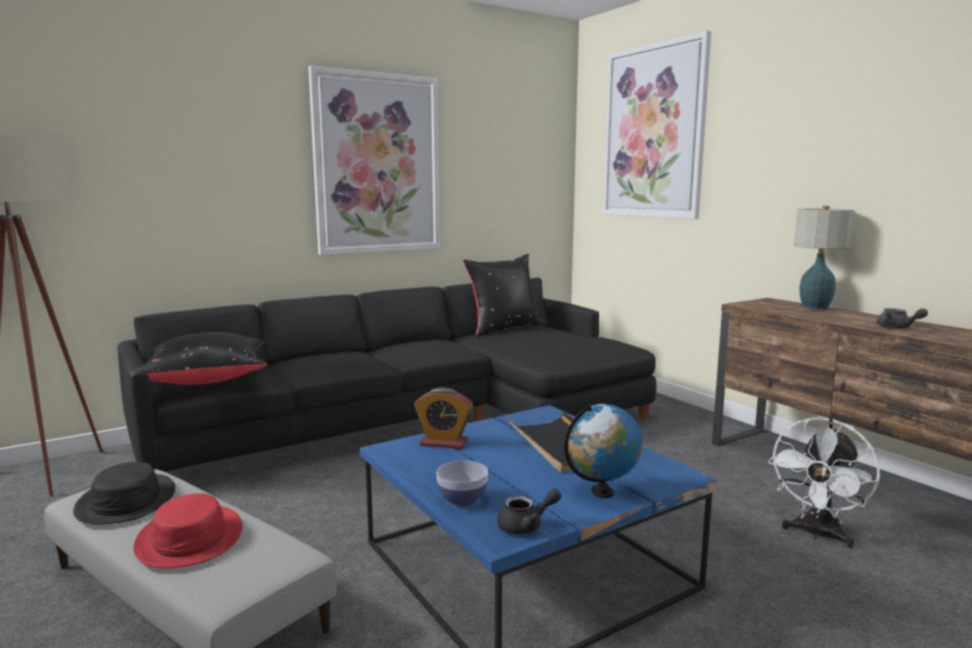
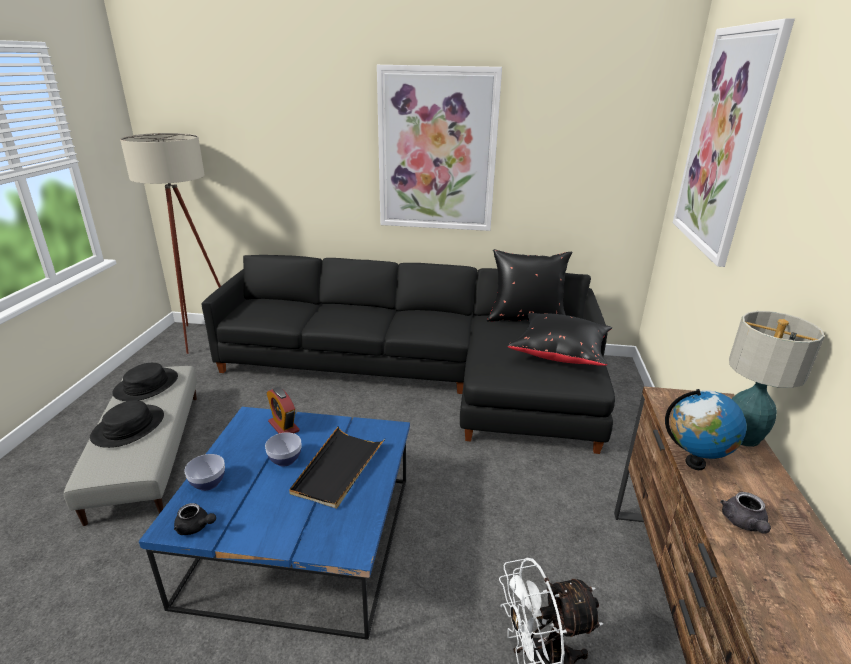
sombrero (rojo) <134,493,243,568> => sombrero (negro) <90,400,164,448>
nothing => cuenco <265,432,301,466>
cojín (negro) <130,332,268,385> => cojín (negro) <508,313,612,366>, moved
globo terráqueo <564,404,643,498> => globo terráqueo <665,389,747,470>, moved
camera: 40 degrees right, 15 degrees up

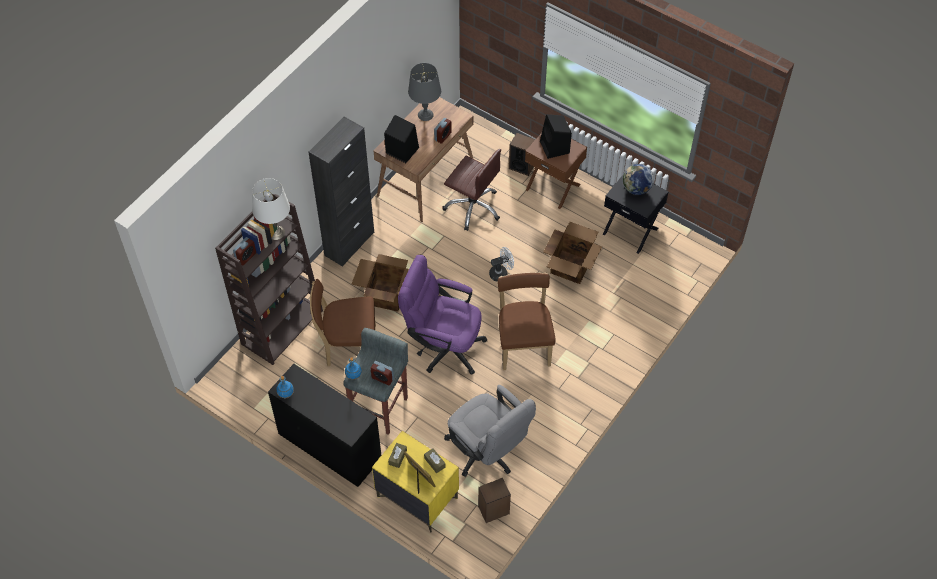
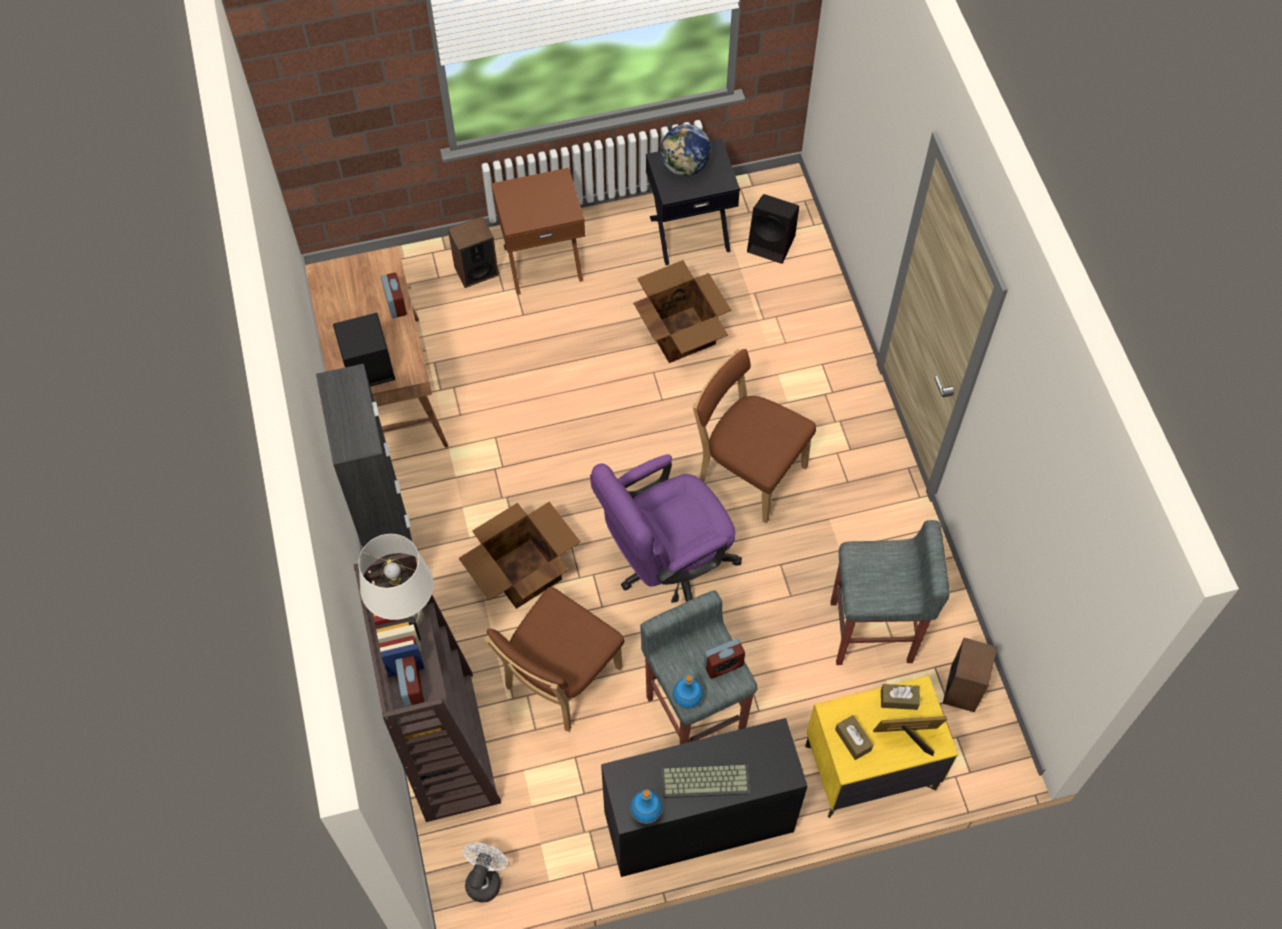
ventilador (blanco) <489,247,514,282> => ventilador (blanco) <463,843,508,903>, moved
nothing => teclado <662,764,750,798>
altavoz (negro) <540,114,572,159> => altavoz (negro) <747,194,799,264>, moved
silla de oficina (gris) <444,385,536,477> => taburete (gris) <830,520,950,665>
lámpara de mesa (gris) <408,63,441,121> => nothing
silla de oficina (marrón) <442,149,501,231> => nothing
camera: 50 degrees left, 5 degrees up

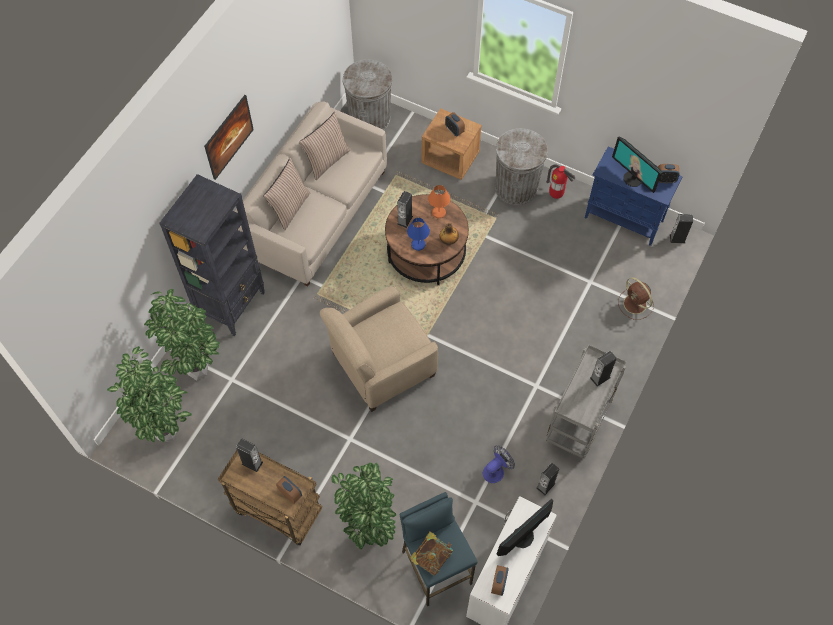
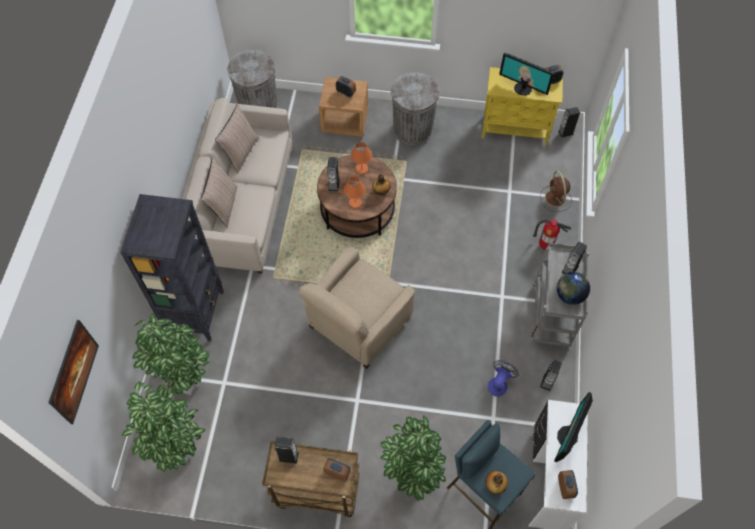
cuadro <204,95,254,180> => cuadro <48,320,99,424>, moved
lámpara de mesa (azul) <407,218,430,251> => lámpara de mesa (naranja) <344,177,366,209>
armario (azul) <585,146,683,246> => armario (amarillo) <482,67,563,145>
libro <410,531,453,576> => botella <485,470,508,494>
extintor <546,164,575,199> => extintor <533,219,571,250>, moved
ventilador (marrón) <618,277,654,320> => ventilador (marrón) <540,171,572,212>, 45 degrees clockwise
nothing => globo terráqueo <557,272,590,305>
camera: 20 degrees left, 0 degrees up

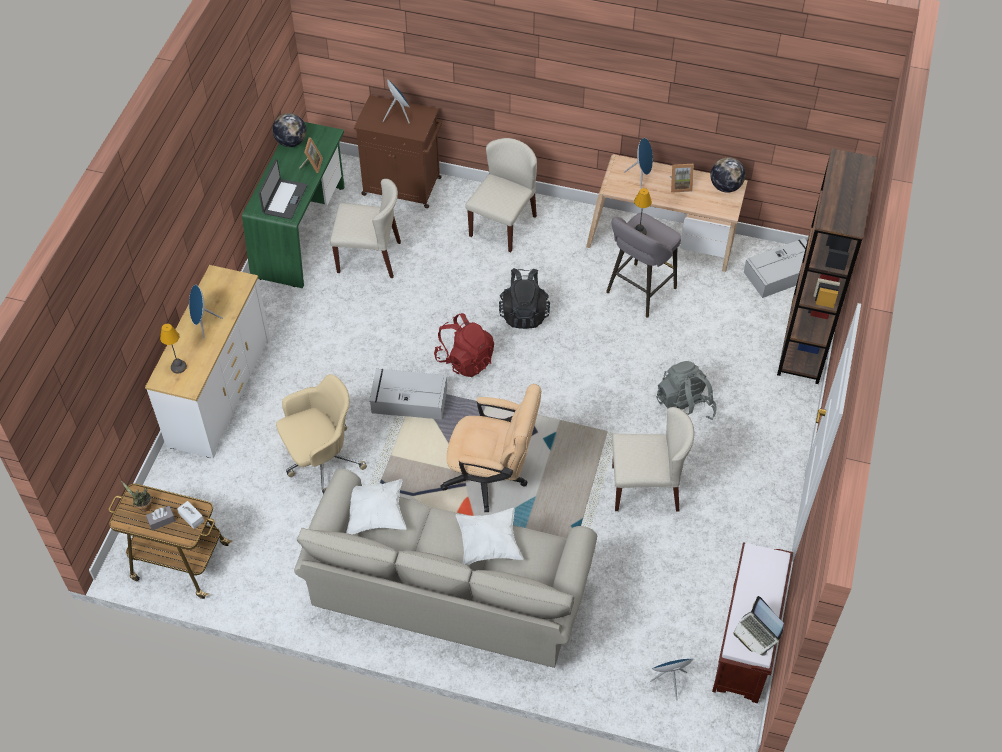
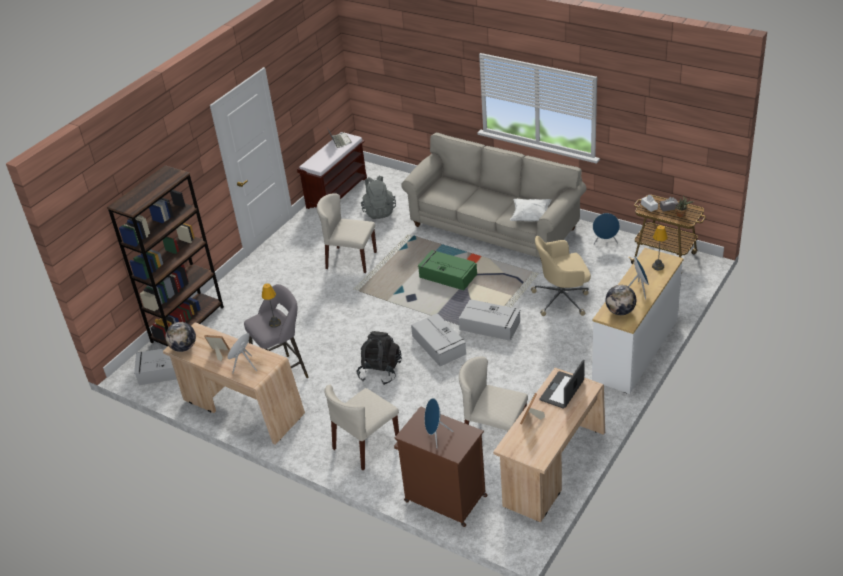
mochila (gris) <657,361,717,420> => mochila (gris) <361,175,396,219>, moved
mochila (rojo) <434,313,494,377> => caja de almacenaje (gris) <411,314,466,366>
silla de oficina (beis) <440,384,541,512> => caja de almacenaje (verde) <418,250,477,290>
escritorio (verde) <242,122,345,288> => escritorio (beis) <493,368,605,522>
altavoz (azul) <650,659,693,701> => altavoz (azul) <593,213,620,244>, moved
globo terráqueo <272,113,306,147> => globo terráqueo <605,285,636,315>, moved
cojín (blanco) <456,508,524,565> => nothing
camera: 160 degrees left, 15 degrees down

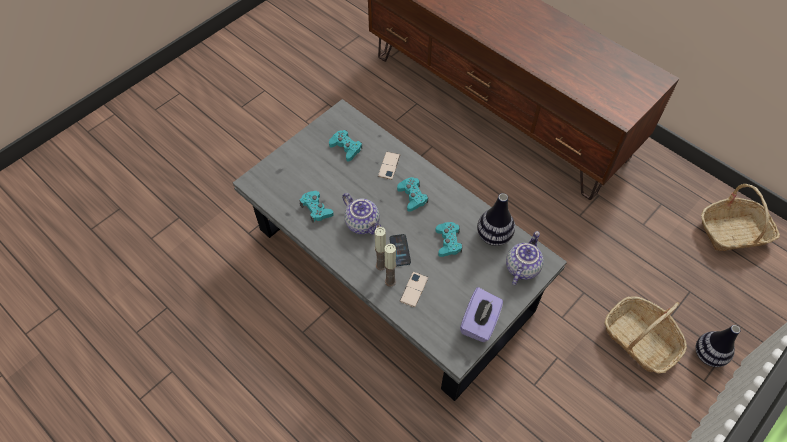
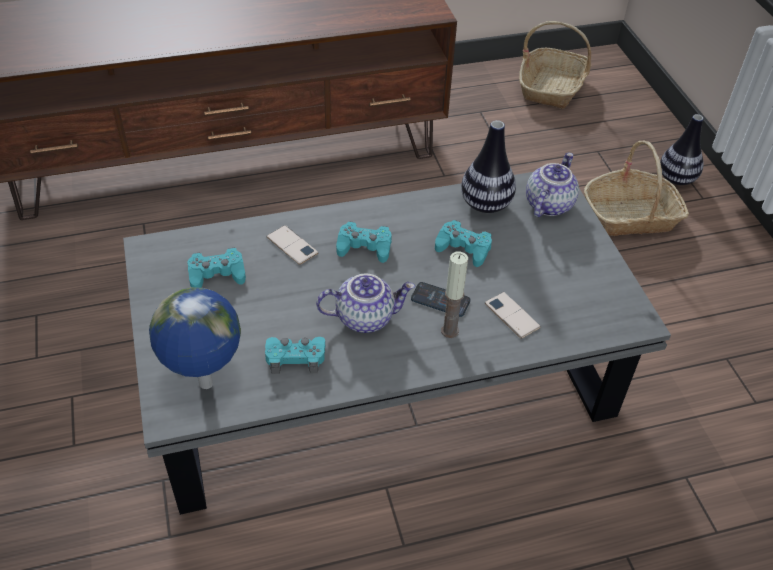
nothing => globo terráqueo <149,287,241,389>
tetera <506,231,544,285> => tetera <526,153,579,217>, 60 degrees clockwise
vela <384,244,396,287> => nothing
caja de pañuelos (morado) <460,287,503,342> => nothing
camera: 60 degrees left, 10 degrees down

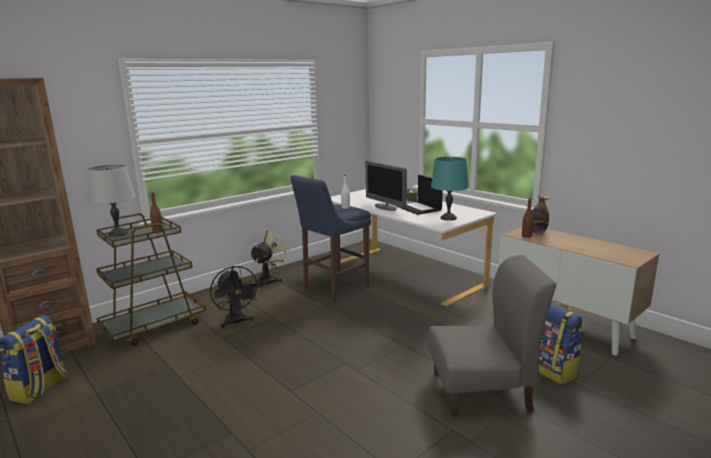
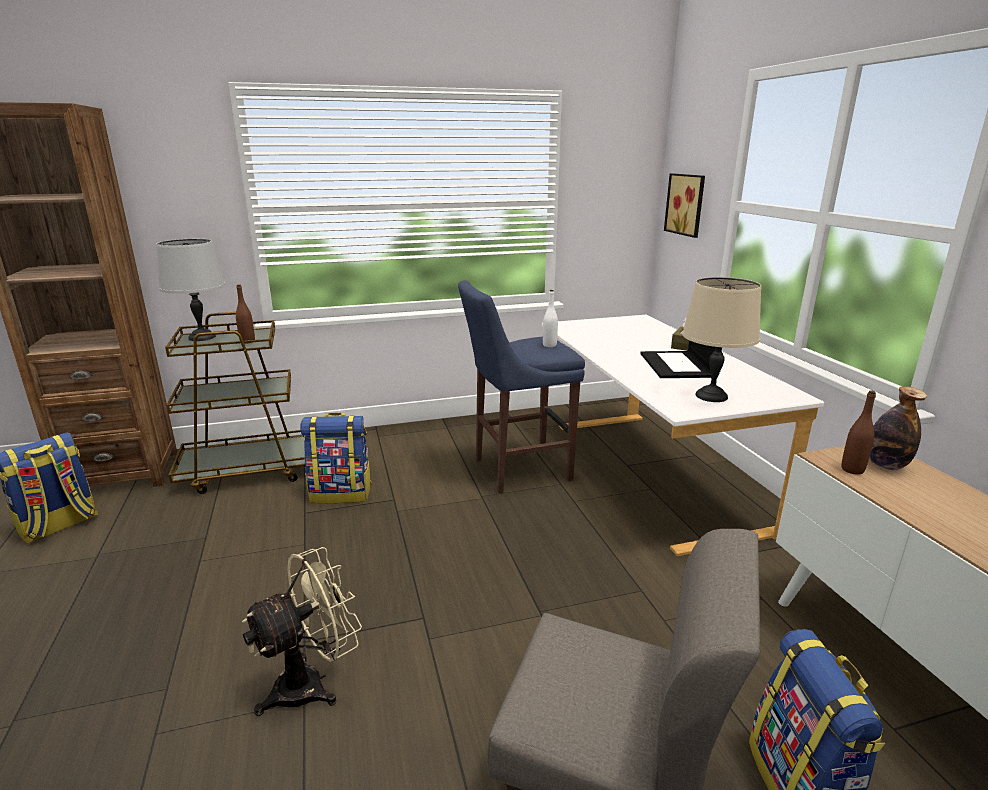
ventilador (beis) <250,228,290,288> => ventilador (beis) <242,547,362,716>, moved
ventilador (negro) <210,266,260,328> => mochila <300,413,372,503>
nothing => cuadro <664,173,705,238>
lámpara de mesa (turquesa) <431,157,469,221> => lámpara de mesa (beis) <682,277,761,402>
monitor <365,161,407,211> => nothing
camera: 25 degrees right, 5 degrees up

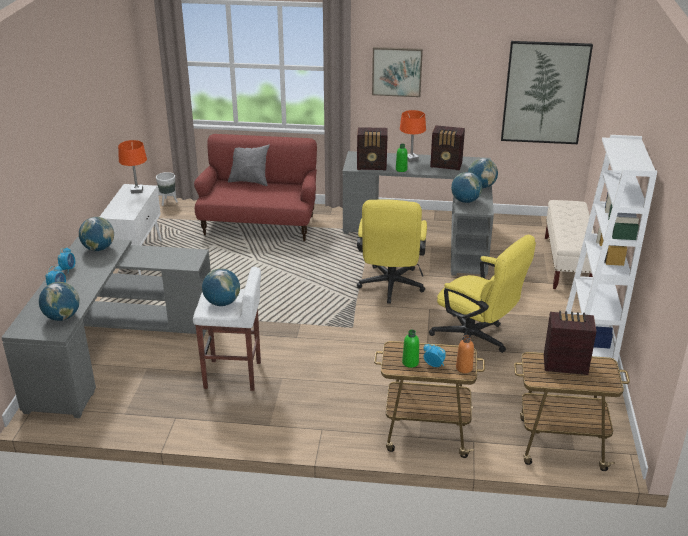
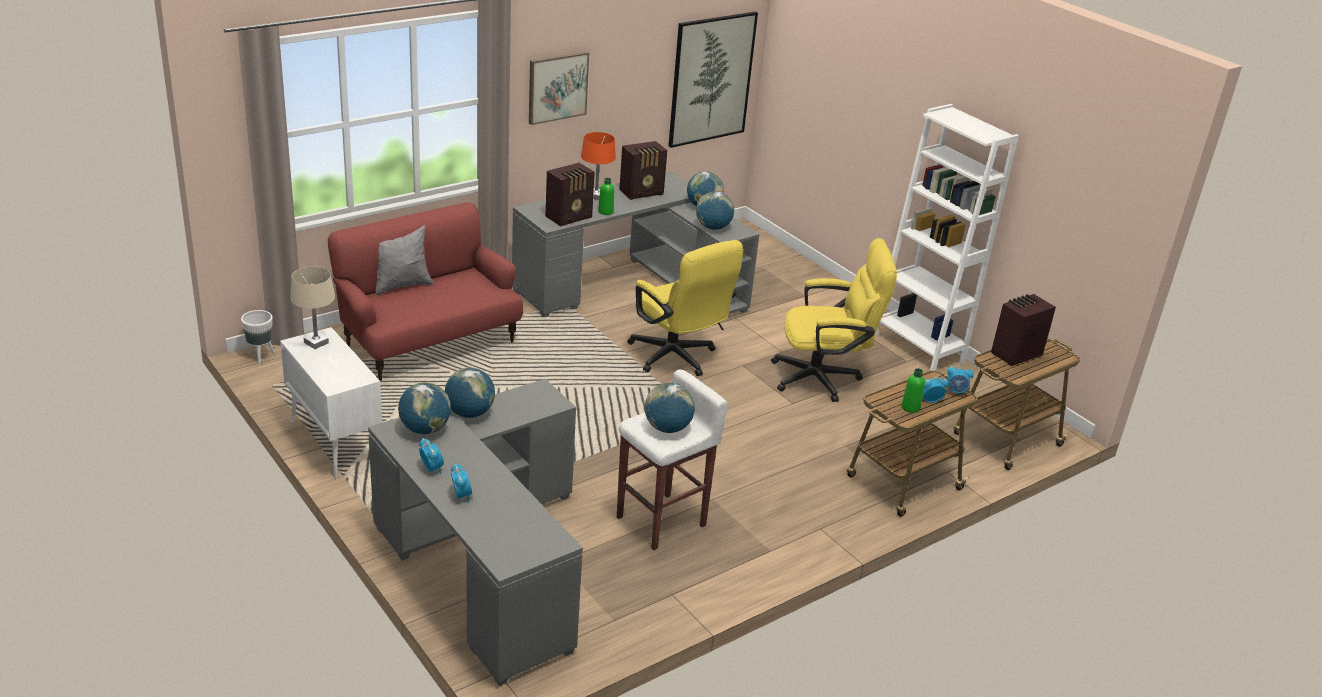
lámpara de mesa (naranja) <118,140,147,194> => lámpara de mesa (beis) <290,266,335,349>
globo terráqueo <39,282,80,321> => globo terráqueo <445,368,495,418>, moved
botella (naranja) <456,335,474,373> => despertador <946,364,974,396>
banco (beis) <545,200,594,289> => nothing
camera: 45 degrees left, 0 degrees up

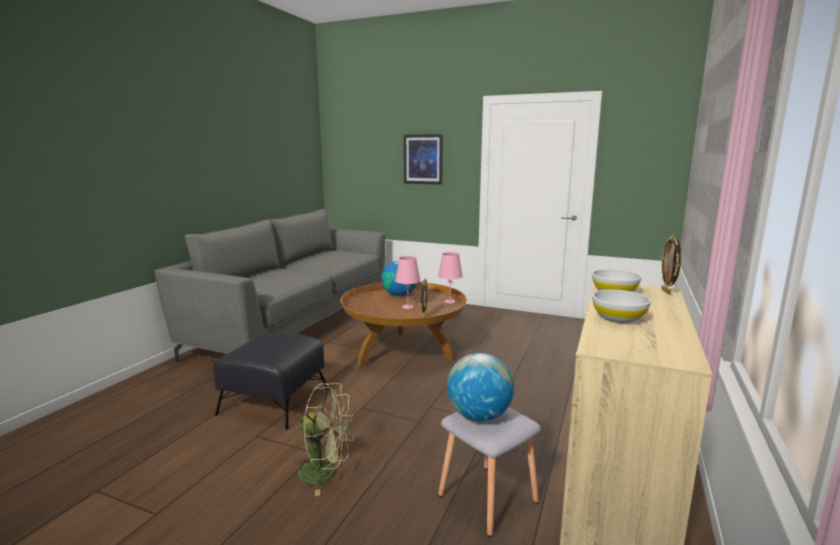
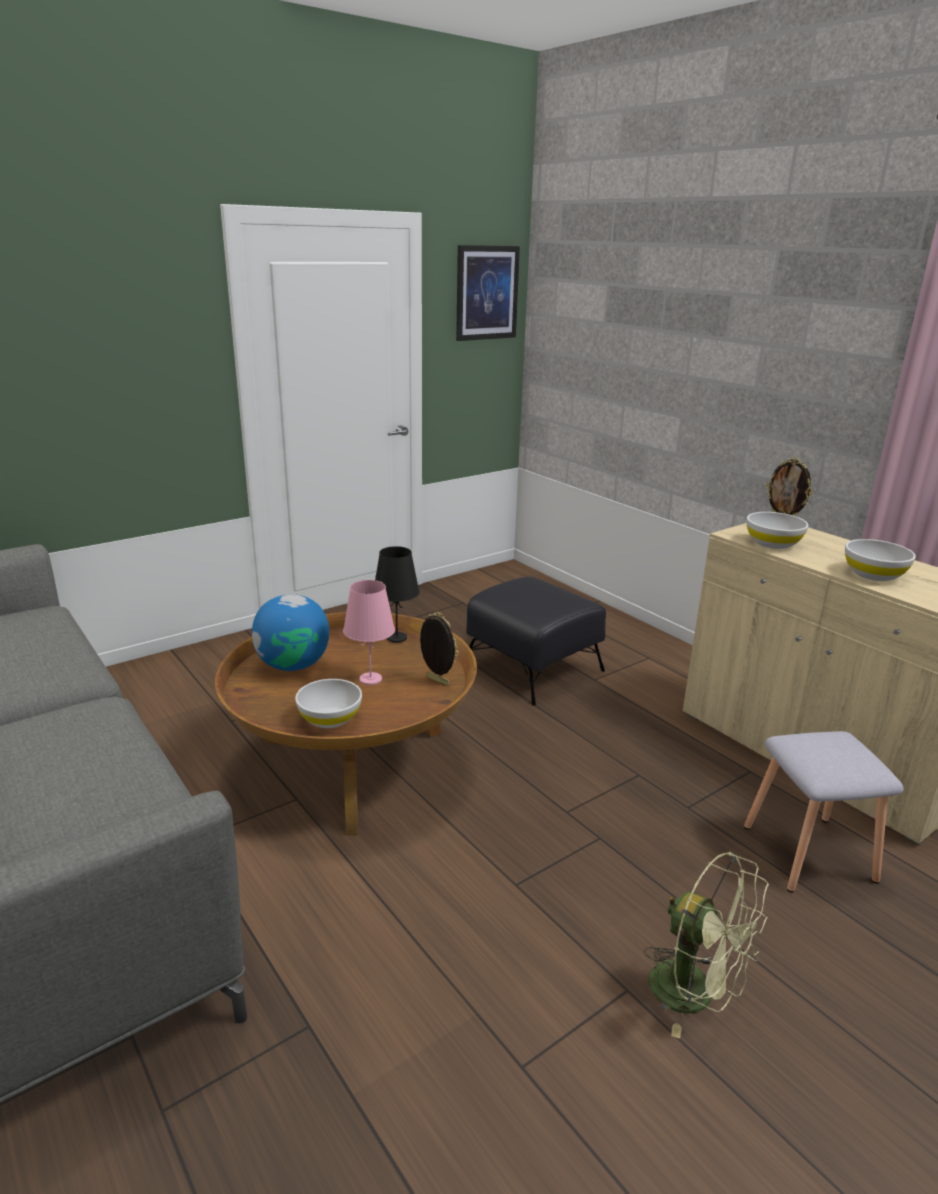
nothing => cuenco (blanco) <295,679,362,728>
lámpara de mesa (rosa) <438,252,463,304> => lámpara de mesa (negro) <375,546,420,643>
cuadro <404,134,443,185> => cuadro <456,245,520,341>, moved
puf (negro) <214,332,328,430> => puf (negro) <466,577,606,706>, moved
ventilador (verde) <294,383,354,496> => ventilador (verde) <644,852,769,1038>, 90 degrees clockwise
globo terráqueo <447,353,514,421> => nothing
camera: 60 degrees left, 10 degrees up

